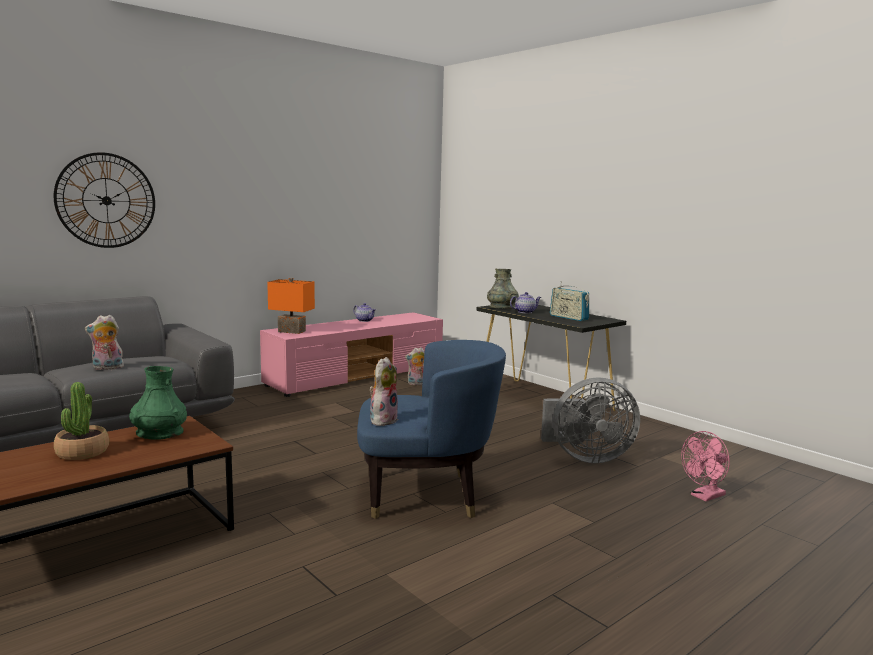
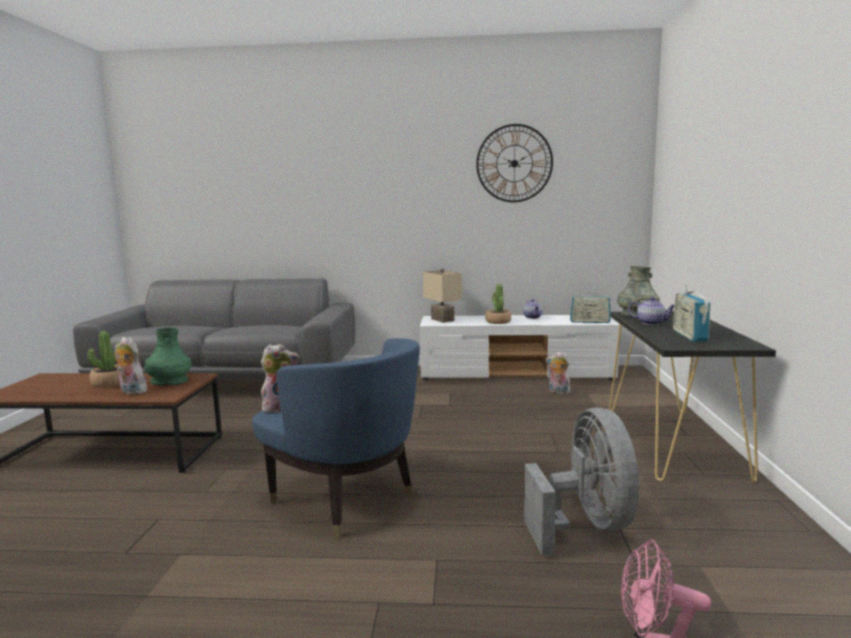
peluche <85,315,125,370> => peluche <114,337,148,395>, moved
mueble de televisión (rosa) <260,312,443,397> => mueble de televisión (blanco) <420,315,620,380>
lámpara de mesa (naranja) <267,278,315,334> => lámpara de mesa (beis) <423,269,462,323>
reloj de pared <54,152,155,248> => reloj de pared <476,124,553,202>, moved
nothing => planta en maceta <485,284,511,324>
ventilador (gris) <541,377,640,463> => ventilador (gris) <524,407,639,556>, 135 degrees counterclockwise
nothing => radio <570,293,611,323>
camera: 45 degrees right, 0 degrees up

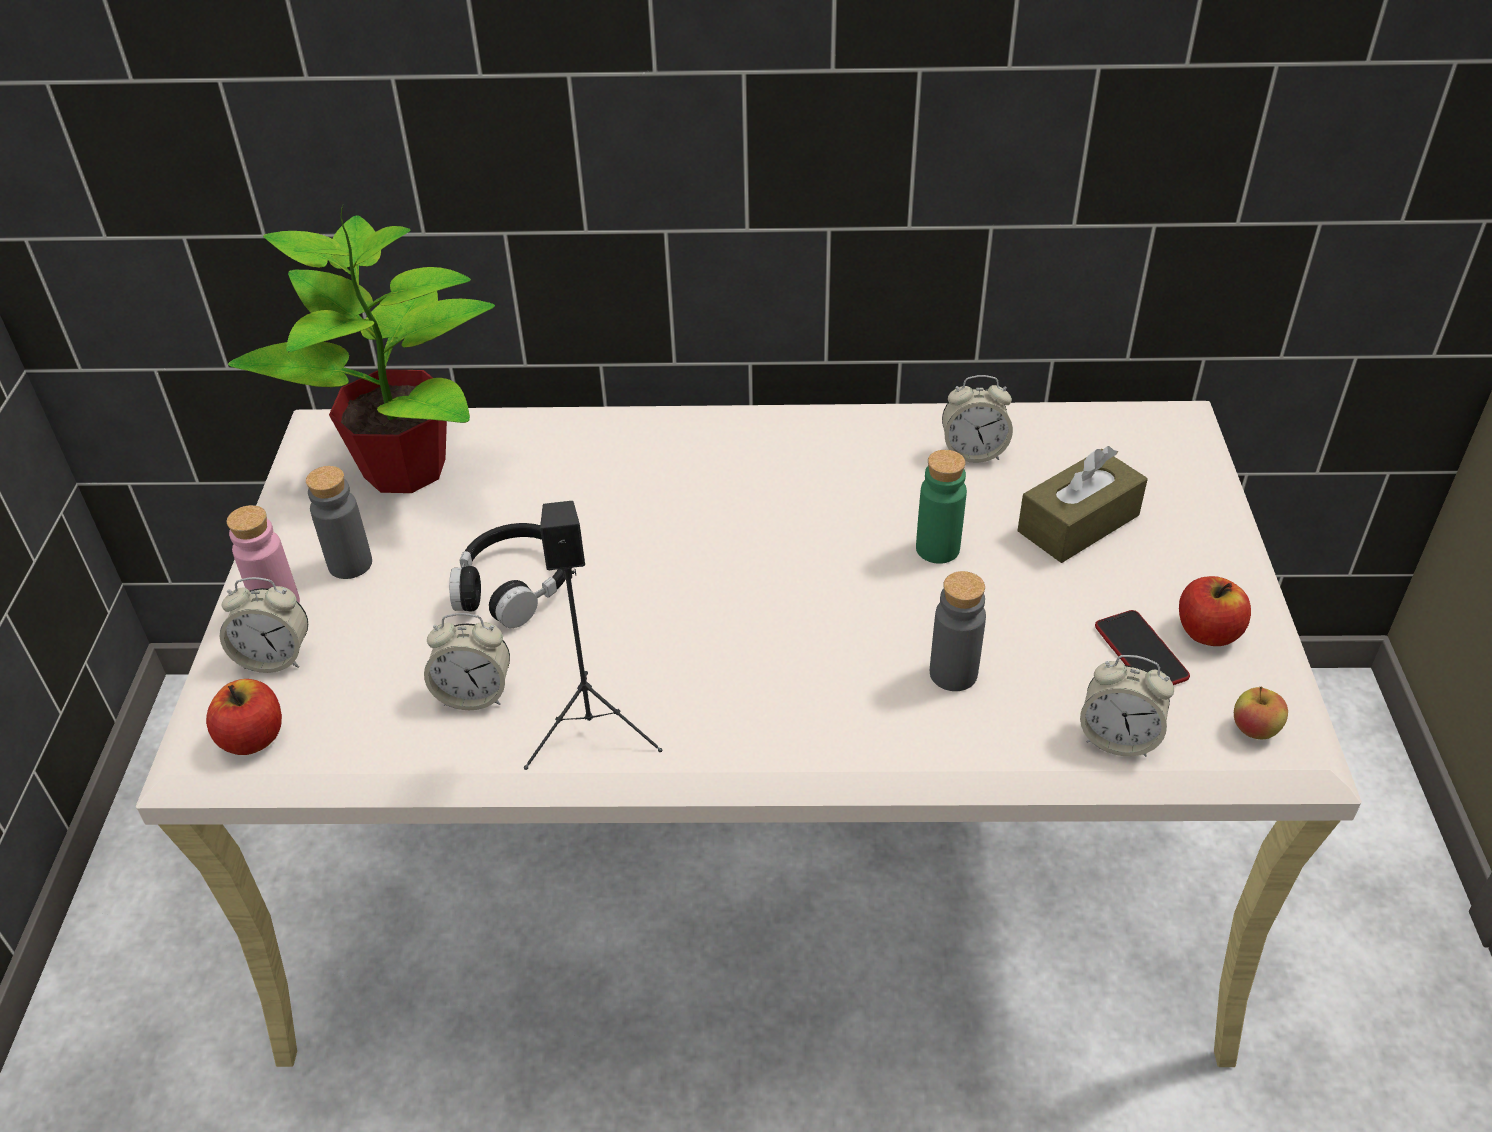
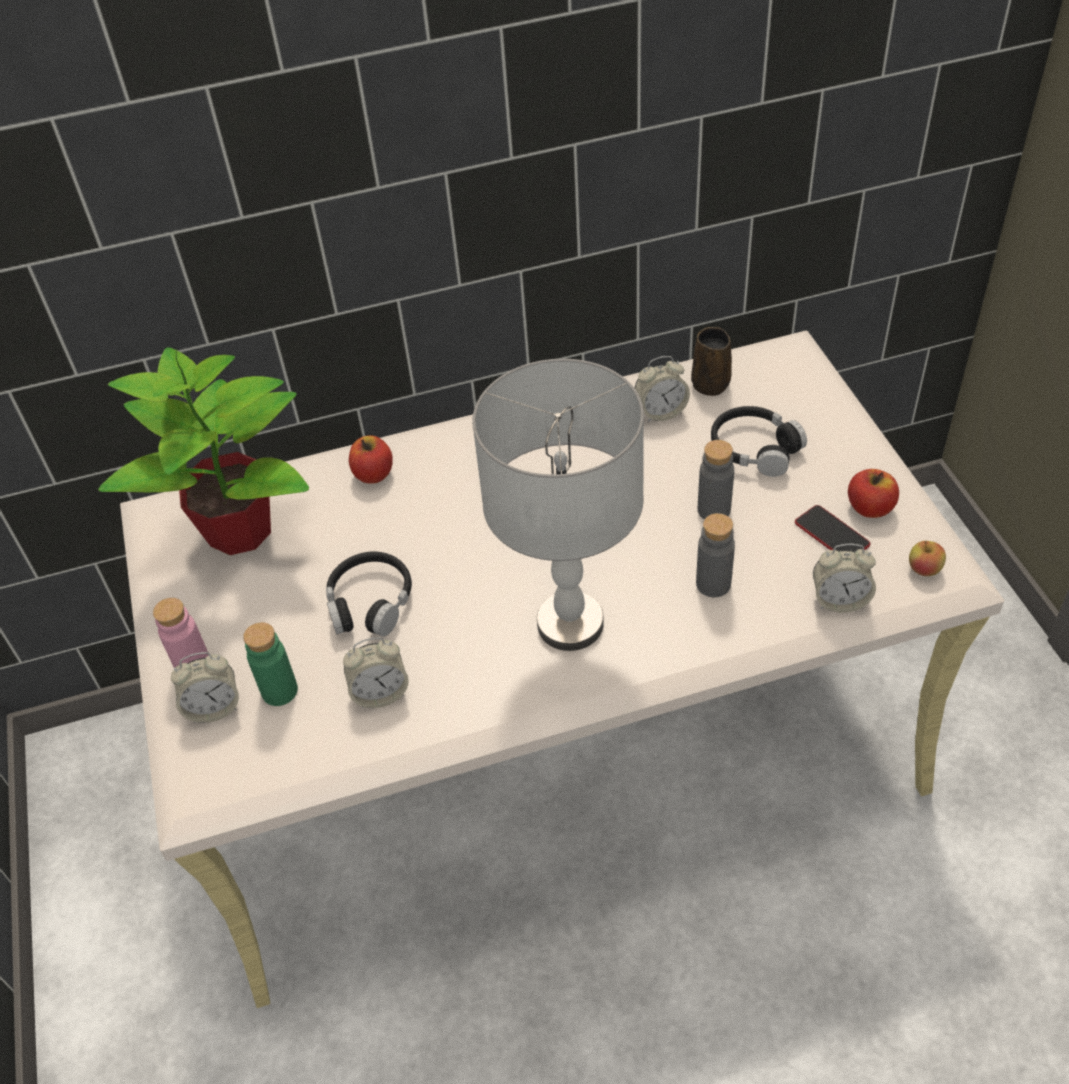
botella (verde) <916,450,967,564> => botella (verde) <243,622,298,706>, moved
manzana <206,679,282,755> => manzana <349,435,393,484>, moved
nothing => lámpara de mesa (gris) <472,359,644,651>
nothing => taza grande (marrón) <691,327,732,396>
botella (gris) <306,466,372,579> => botella (gris) <698,440,734,520>, moved
caja de pañuelos (marrón) <1017,446,1148,563> => auriculares (negro) <711,406,807,477>
altavoz (negro) <524,501,662,770> => nothing
camera: 15 degrees left, 5 degrees up

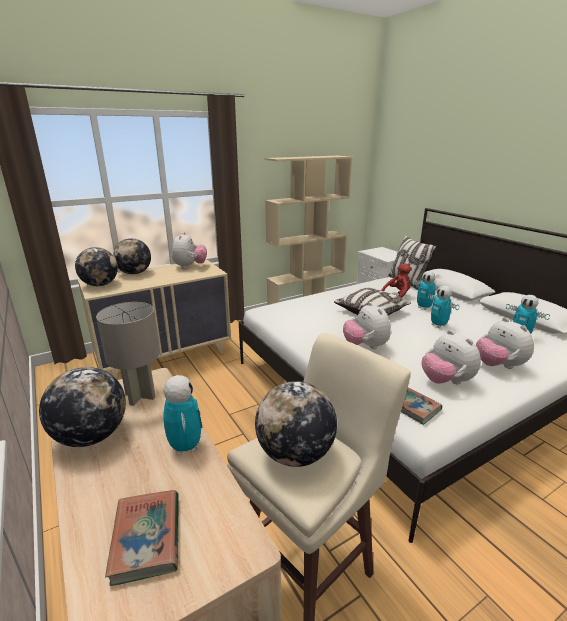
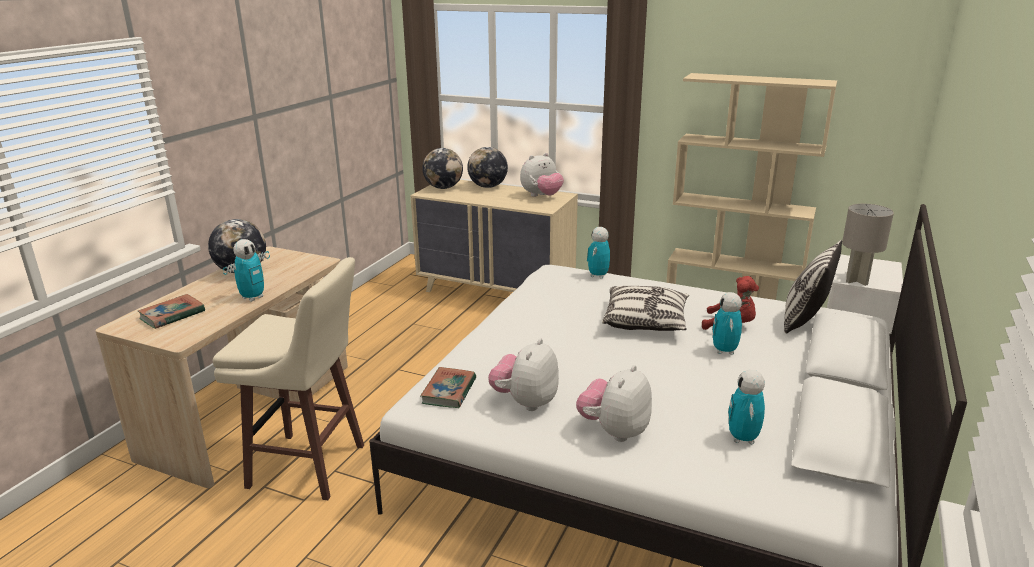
robot de juguete <428,286,459,328> => robot de juguete <587,227,610,279>, moved
lámpara de mesa (gris) <96,302,160,406> => lámpara de mesa (gris) <842,204,894,286>, moved
globo terráqueo <255,381,337,467> => nothing
peluche <343,302,391,349> => nothing
camera: 55 degrees right, 0 degrees up

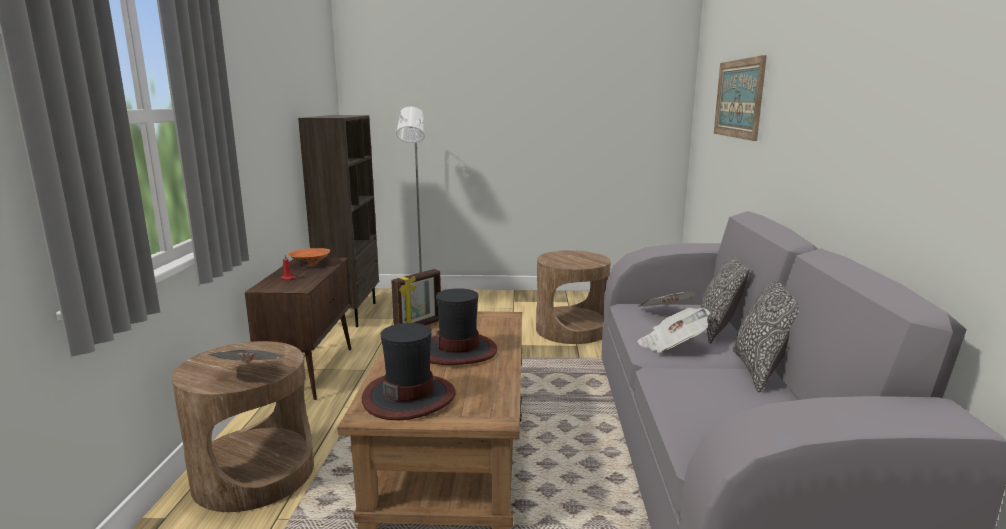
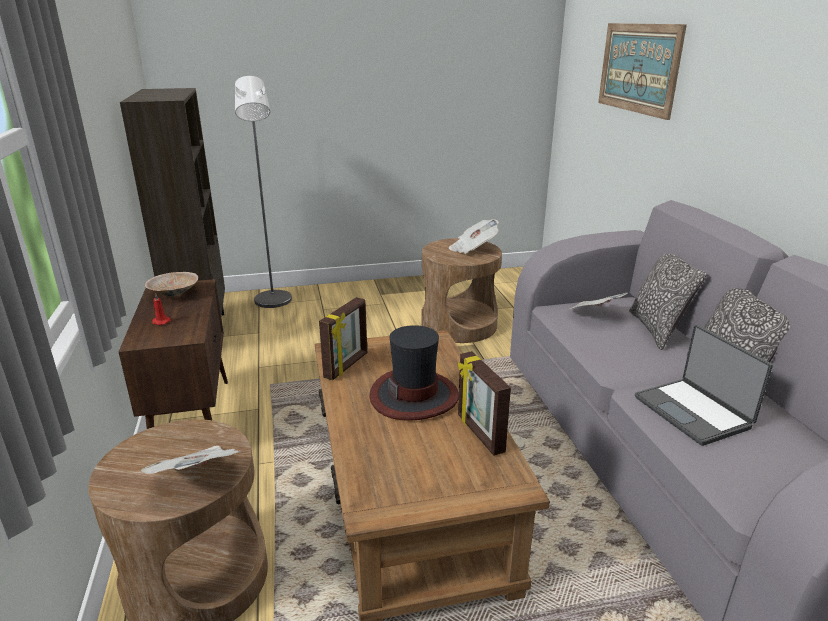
cuenco (naranja) <288,248,330,265> => cuenco (beis) <145,272,198,297>
periódico <637,308,711,353> => periódico <449,219,499,254>, moved
nothing => portarretratos <458,351,511,456>
nothing => portátil <635,325,773,446>
sombrero <362,323,456,420> => nothing
camera: 15 degrees left, 10 degrees up

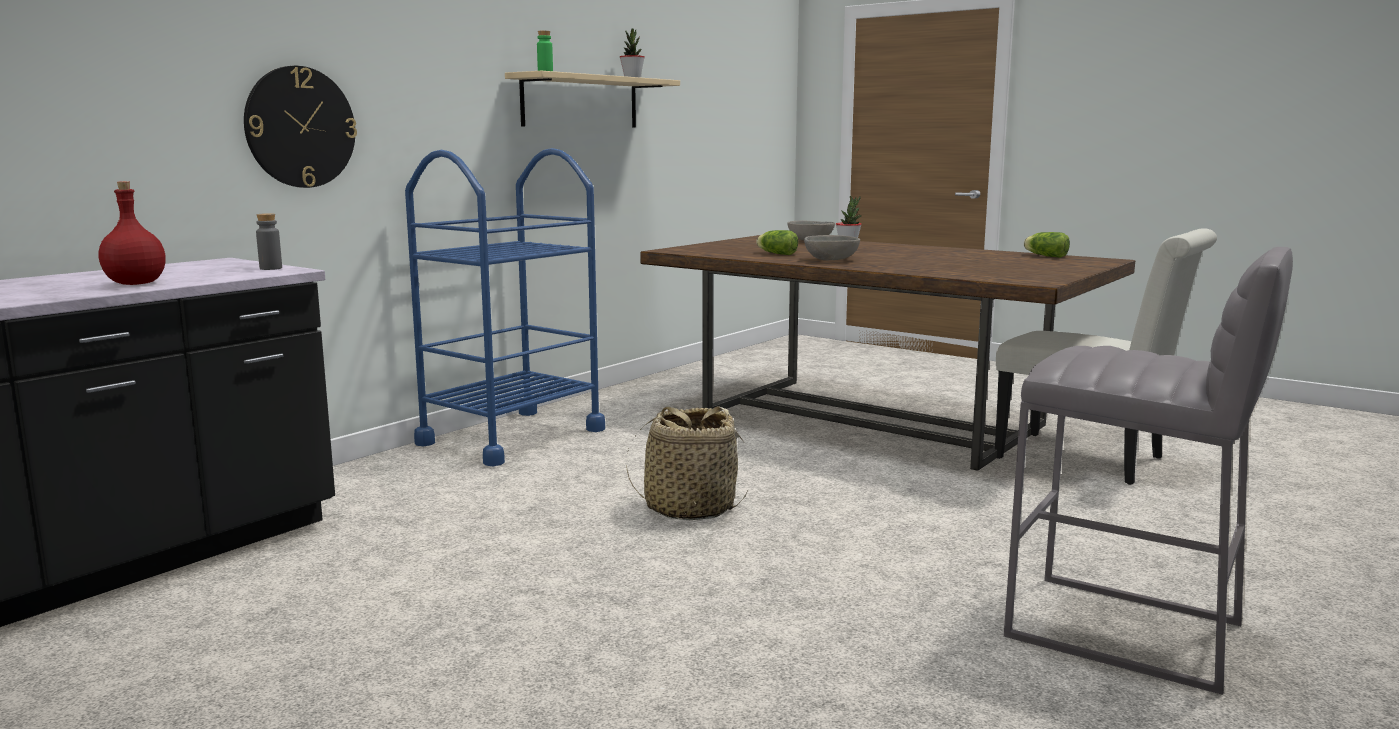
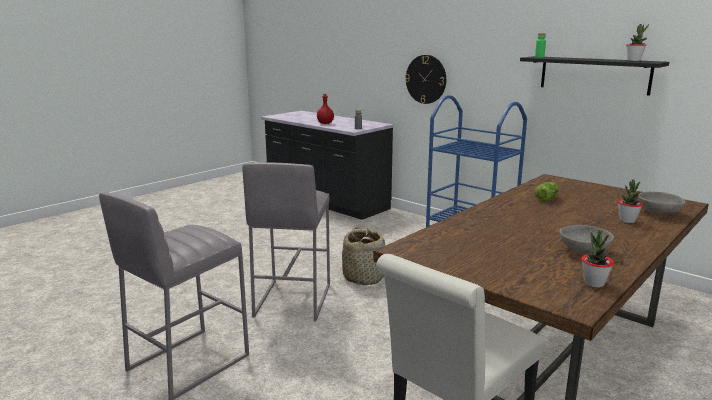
nothing => taburete (gris) <242,163,330,322>
estante (beis) <505,71,680,128> => estante (negro) <520,56,669,96>
cuenco (gris) <804,235,860,261> => cuenco (gris) <559,225,614,255>, moved
lechuga <1024,232,1070,258> => planta en maceta <581,230,614,288>
camera: 95 degrees right, 5 degrees up

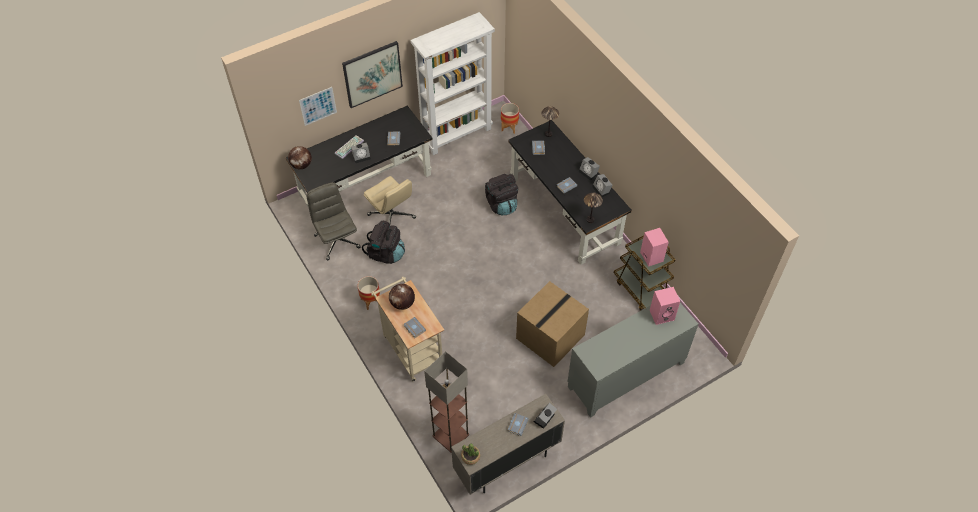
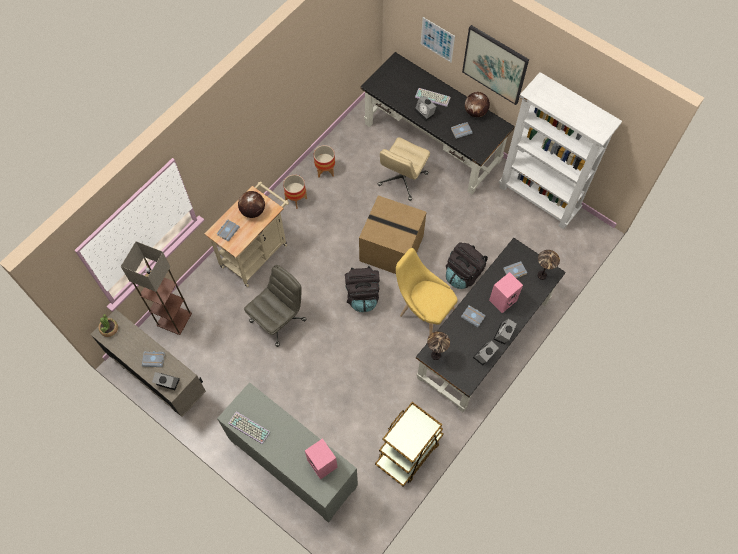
nothing => teclado <228,412,270,445>
silla de oficina (gris) <307,182,361,261> => silla de oficina (gris) <244,265,306,347>, moved
maceta <501,103,519,134> => maceta <314,145,335,178>, moved
mochila (negro) <362,221,405,264> => mochila (negro) <345,266,380,312>, moved
caja de cartón <516,281,589,367> => caja de cartón <359,195,426,274>, moved
nothing => silla (amarillo) <396,248,458,335>
globo terráqueo <288,146,312,169> => globo terráqueo <465,92,490,117>, moved
altavoz (rosa) <640,228,669,267> => altavoz (rosa) <489,272,523,313>, moved
camera: 70 degrees right, 10 degrees up

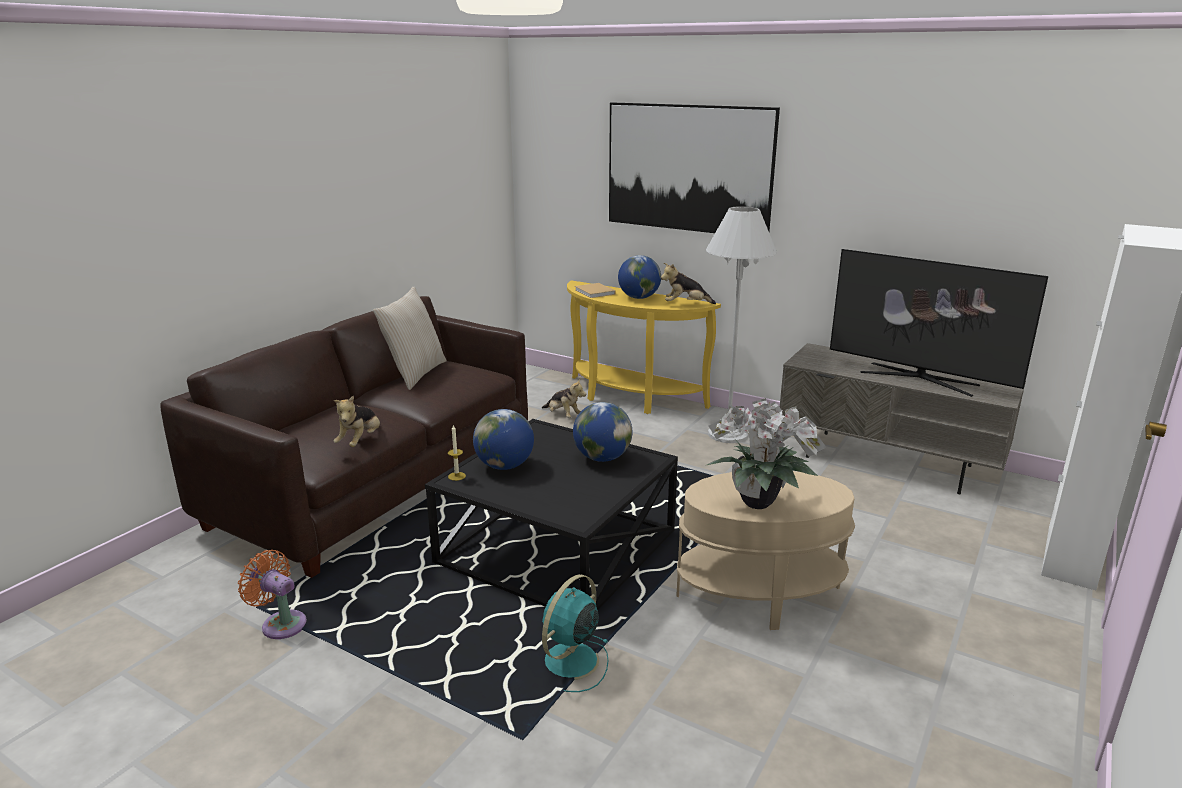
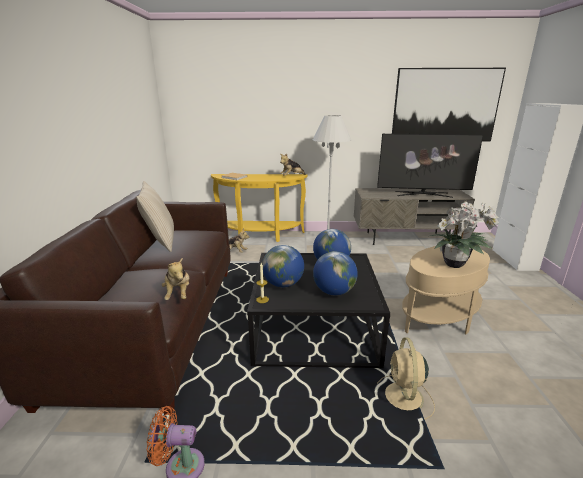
globo terráqueo <618,255,661,299> => globo terráqueo <313,251,358,296>, moved
ventilador (turquesa) <542,574,609,692> => ventilador (beis) <377,337,435,419>
cuadro <609,102,780,233> => cuadro <392,68,506,142>, moved
camera: 30 degrees left, 0 degrees up

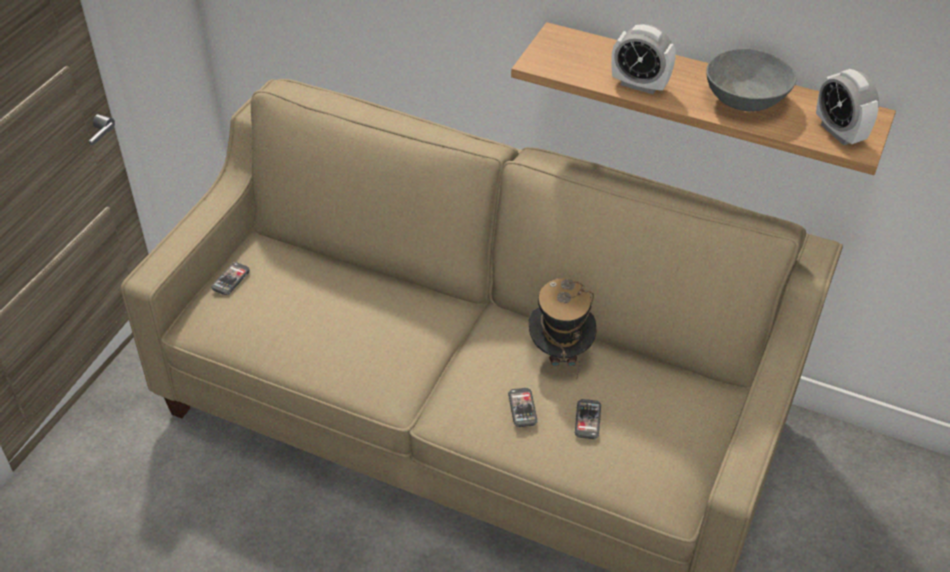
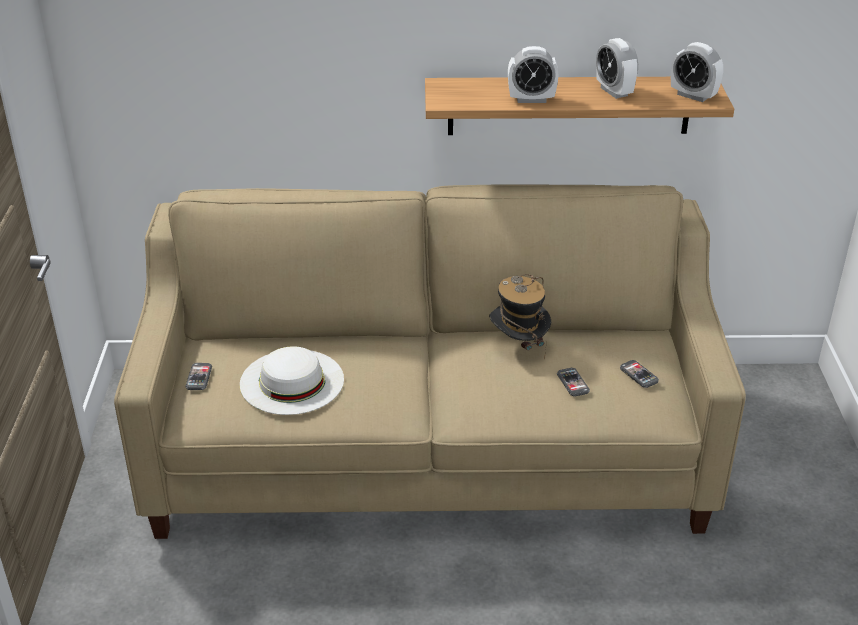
nothing => sombrero (blanco) <240,346,344,415>
cuenco (gris) <706,49,797,111> => despertador <596,38,638,99>
móvil <508,388,538,427> => móvil <620,360,659,388>, moved
camera: 25 degrees left, 10 degrees down

